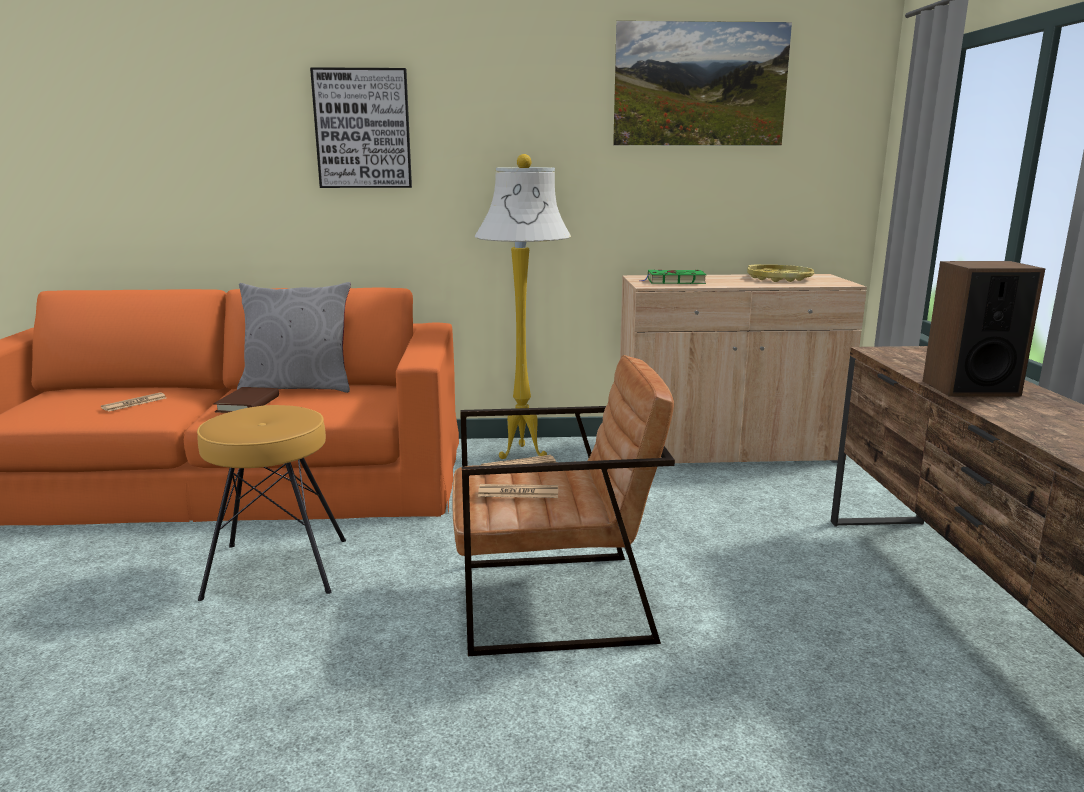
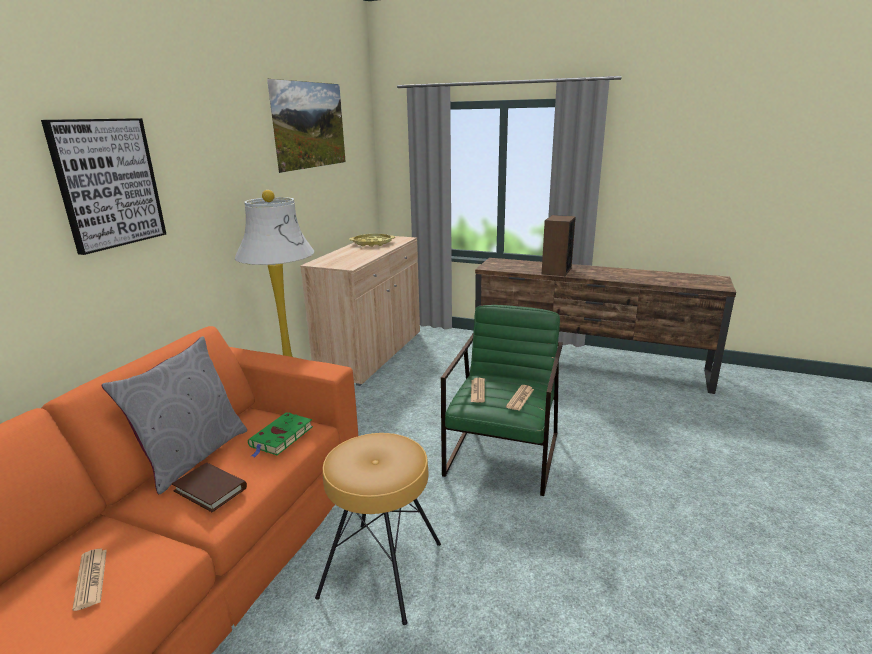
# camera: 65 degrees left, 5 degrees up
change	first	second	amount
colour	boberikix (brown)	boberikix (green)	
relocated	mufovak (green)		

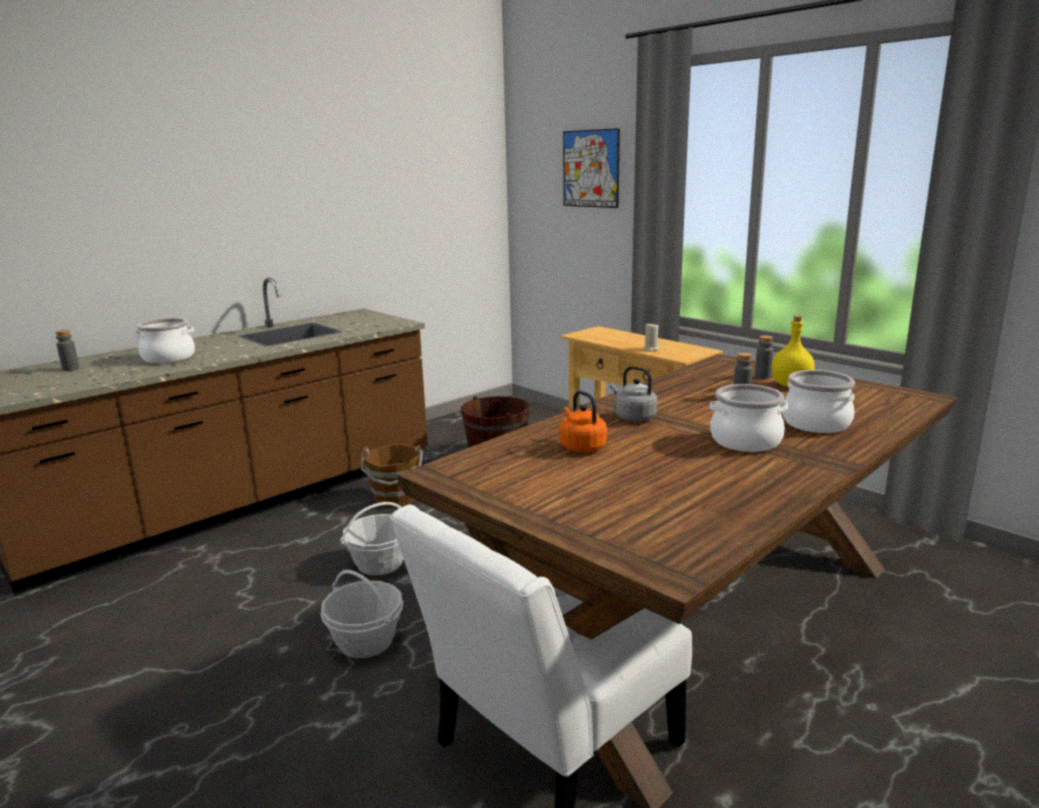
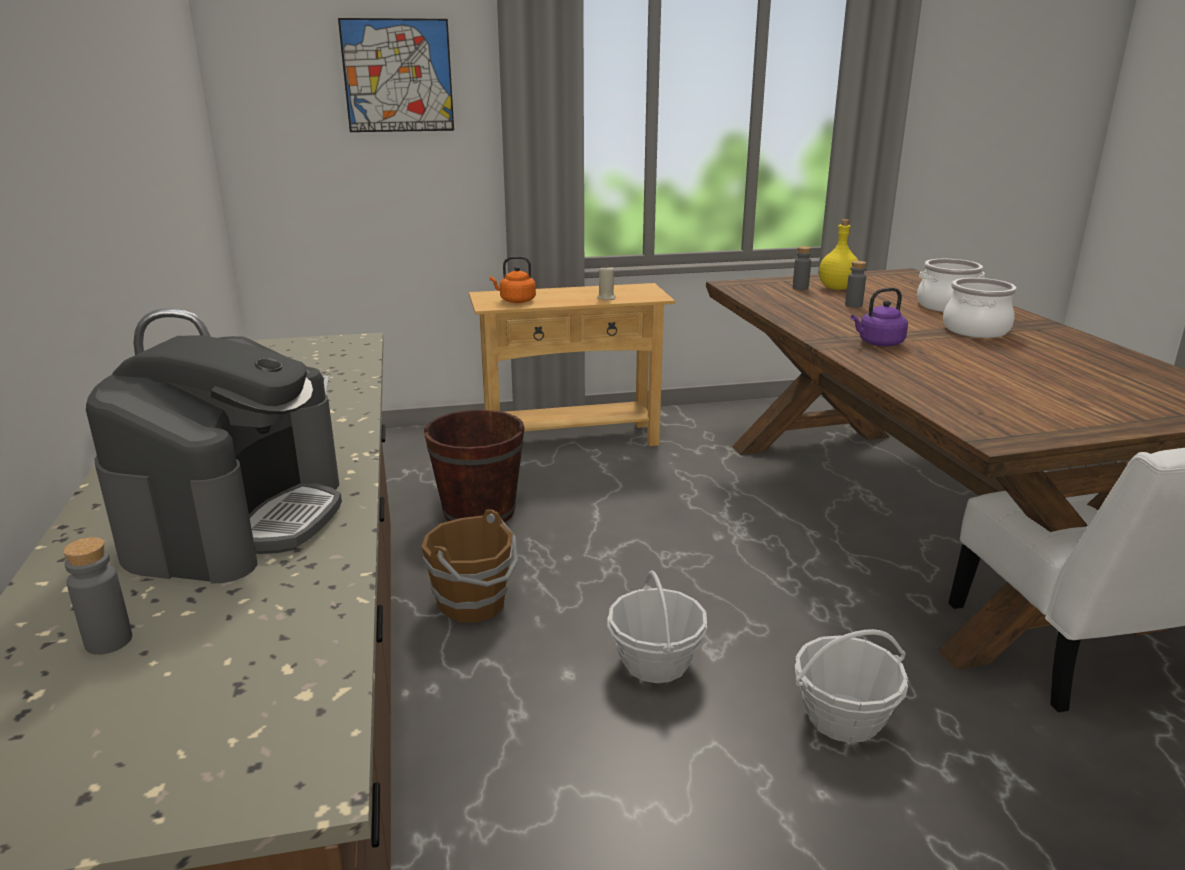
# camera: 60 degrees left, 5 degrees up
change	first	second	amount
exchanged	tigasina (no. 1 from left)	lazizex	
relocated	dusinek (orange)		
colour	dusinek (grey)	dusinek (purple)	

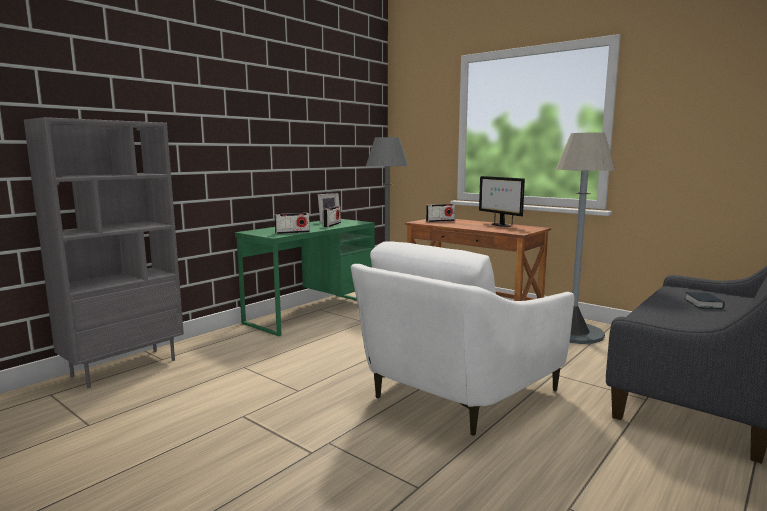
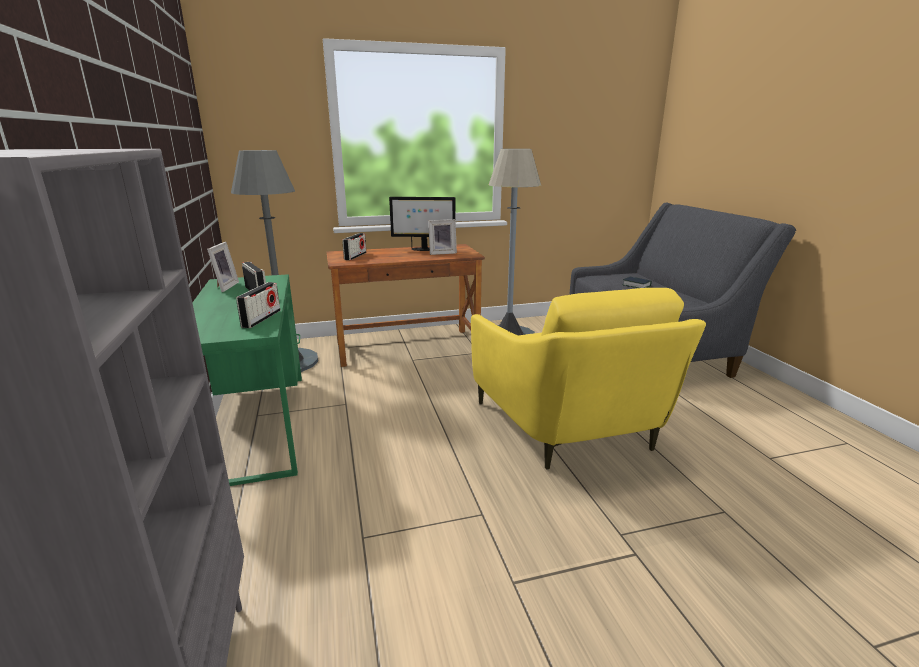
# camera: 55 degrees left, 10 degrees up
change	first	second	amount
colour	boberikix (white)	boberikix (yellow)	
appeared		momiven (no. 2 from left)	

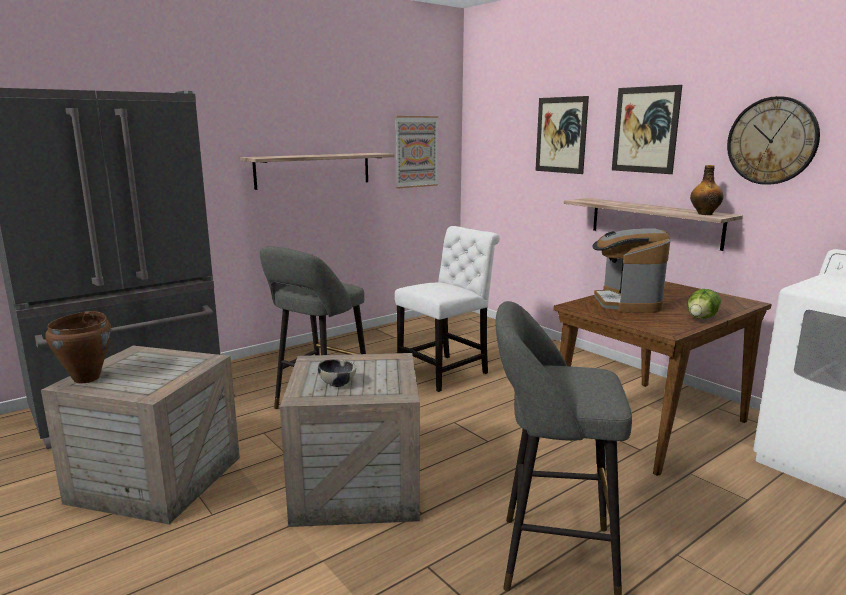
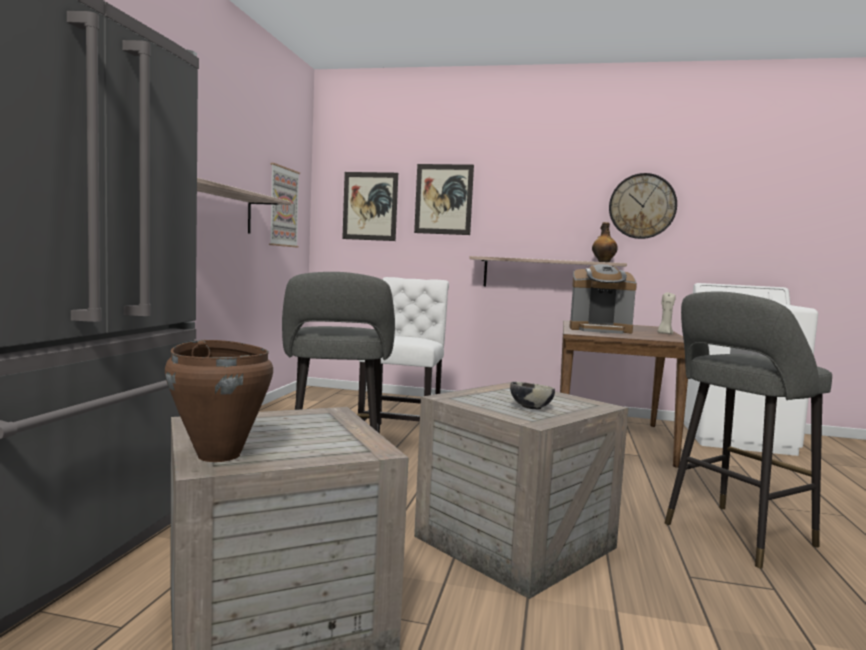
# camera: 40 degrees left, 10 degrees down
change	first	second	amount
spun	lazizex		45 degrees counterclockwise
relocated	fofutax (no. 3 from left in the first image)	fofutax (no. 2 from left)	
exchanged	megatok	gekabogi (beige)	

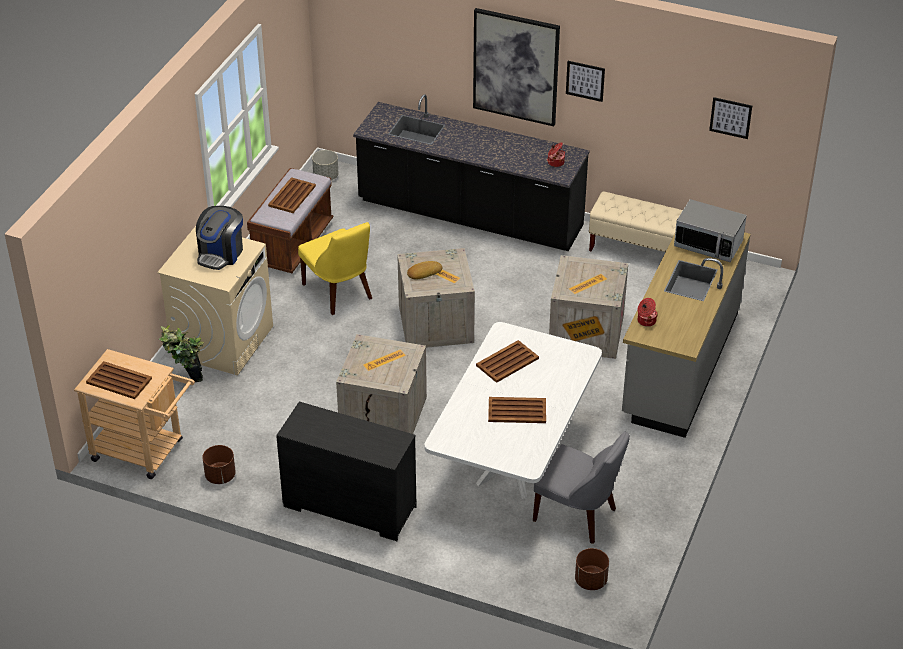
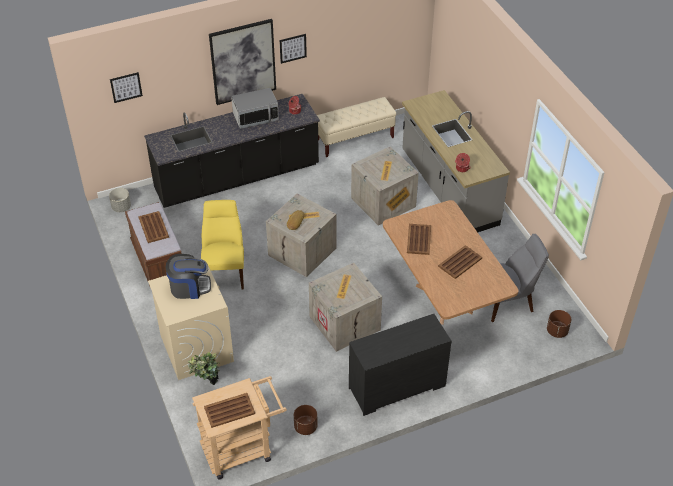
# camera: 45 degrees left, 5 degrees up
change	first	second	amount
spun	lazizex		75 degrees counterclockwise
spun	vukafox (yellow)		105 degrees counterclockwise
colour	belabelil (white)	belabelil (brown)	
relocated	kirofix		
relocated	fofutax (no. 3 from left in the first image)	fofutax (no. 1 from left)	

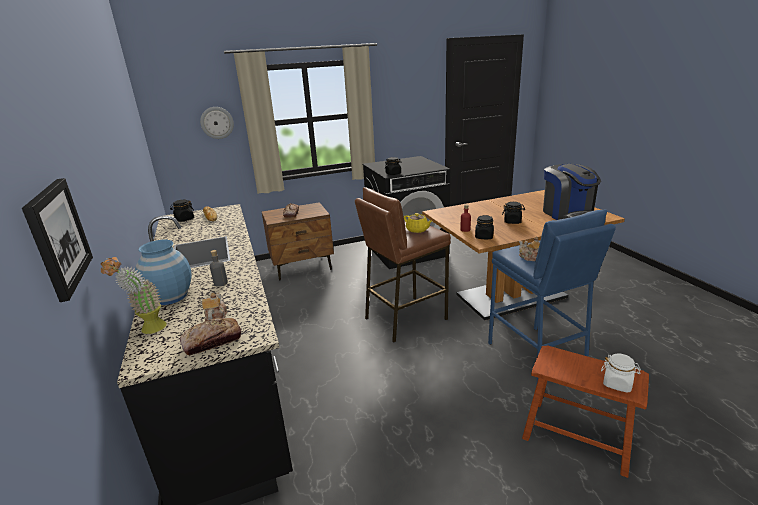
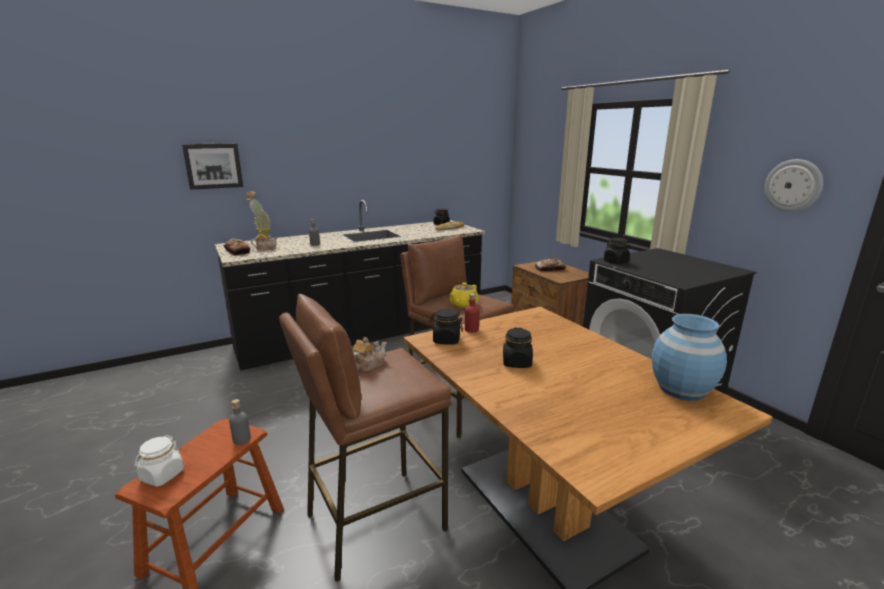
# camera: 80 degrees right, 5 degrees down
change	first	second	amount
relocated	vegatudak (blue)		
relocated	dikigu		
colour	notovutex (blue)	notovutex (brown) (no. 2 from left)	
missing	lazizex		
appeared		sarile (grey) (no. 1 from left)	

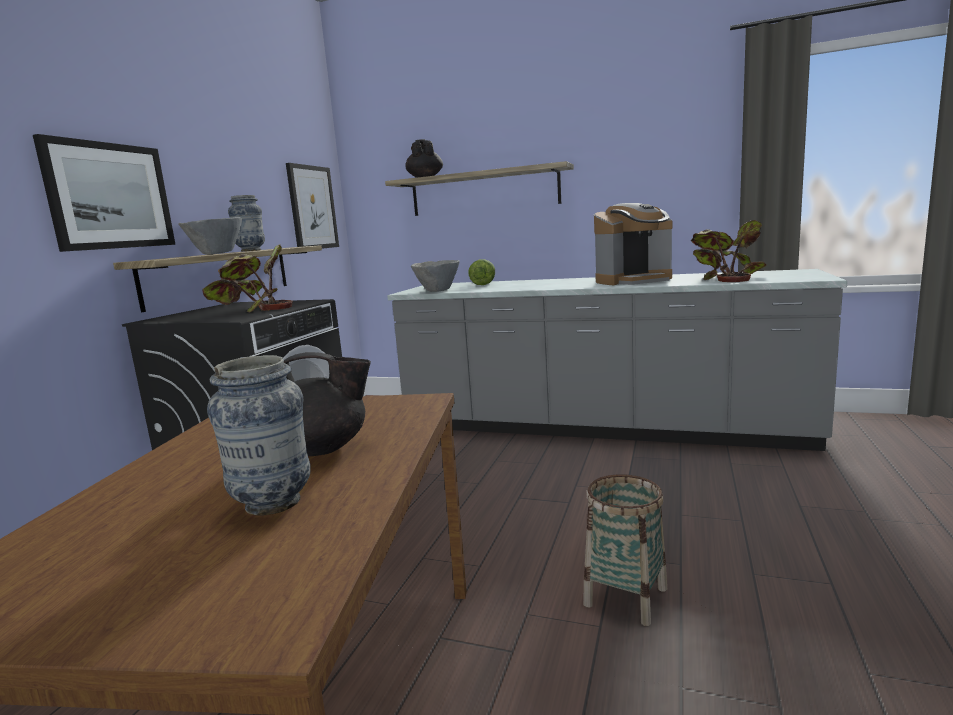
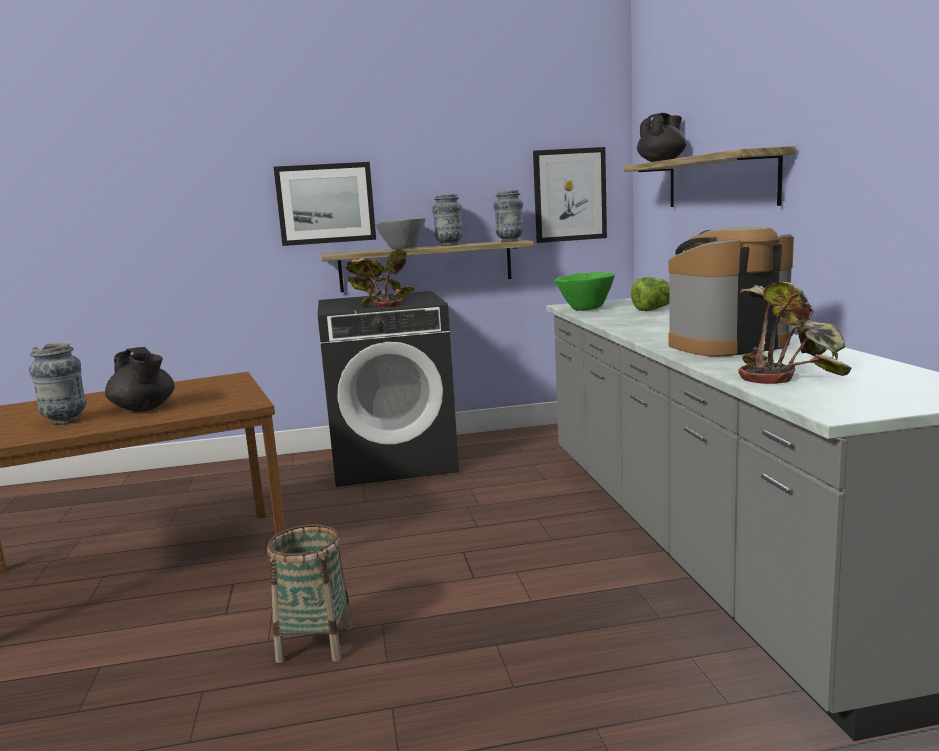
# camera: 60 degrees right, 0 degrees up
change	first	second	amount
colour	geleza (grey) (no. 2 from left)	geleza (green)	
spun	lazizex		120 degrees clockwise
appeared		vegatudak (no. 3 from left)	

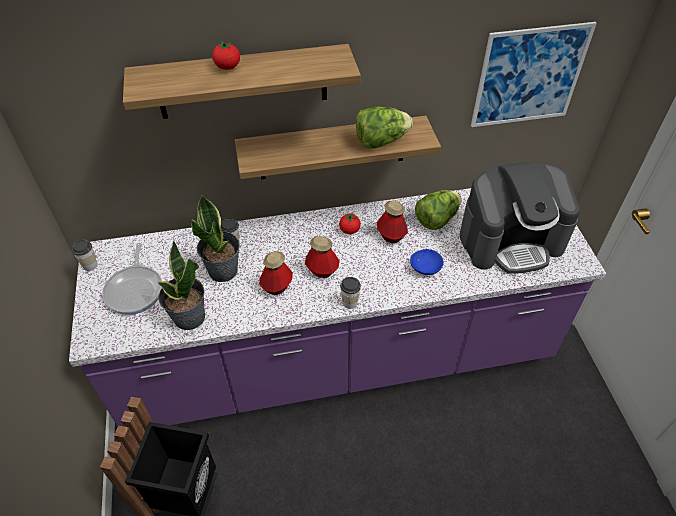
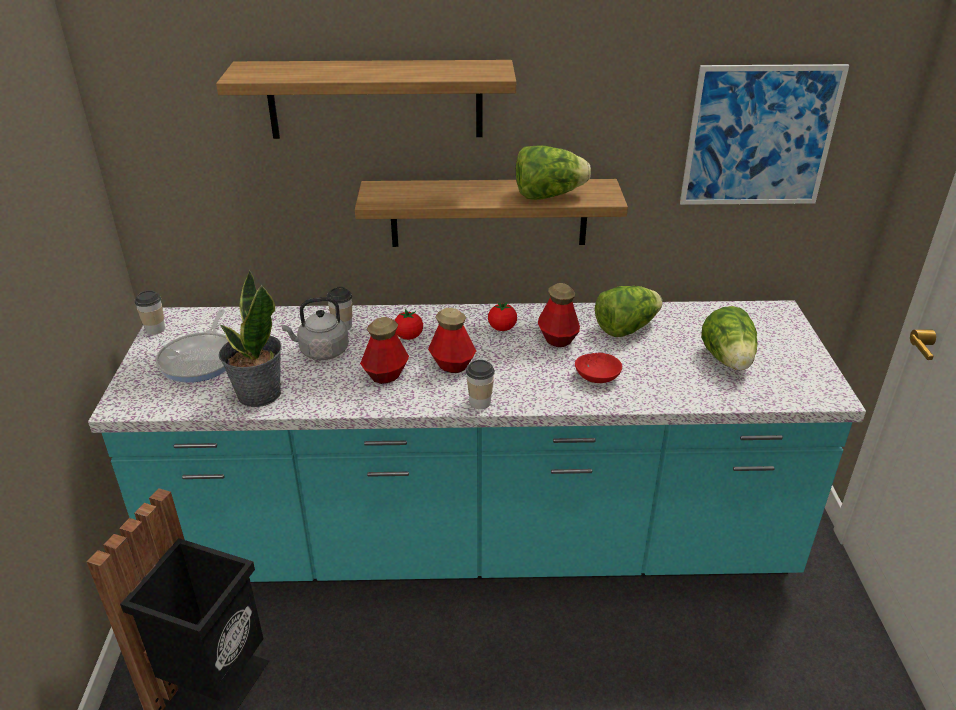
# camera: 10 degrees right, 15 degrees down
change	first	second	amount
colour	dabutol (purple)	dabutol (turquoise)	
exchanged	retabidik (no. 2 from left)	dusinek (grey)	
relocated	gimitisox (no. 1 from left)		
colour	geleza (blue)	geleza (red)	
exchanged	lazizex	megatok (no. 3 from left)	

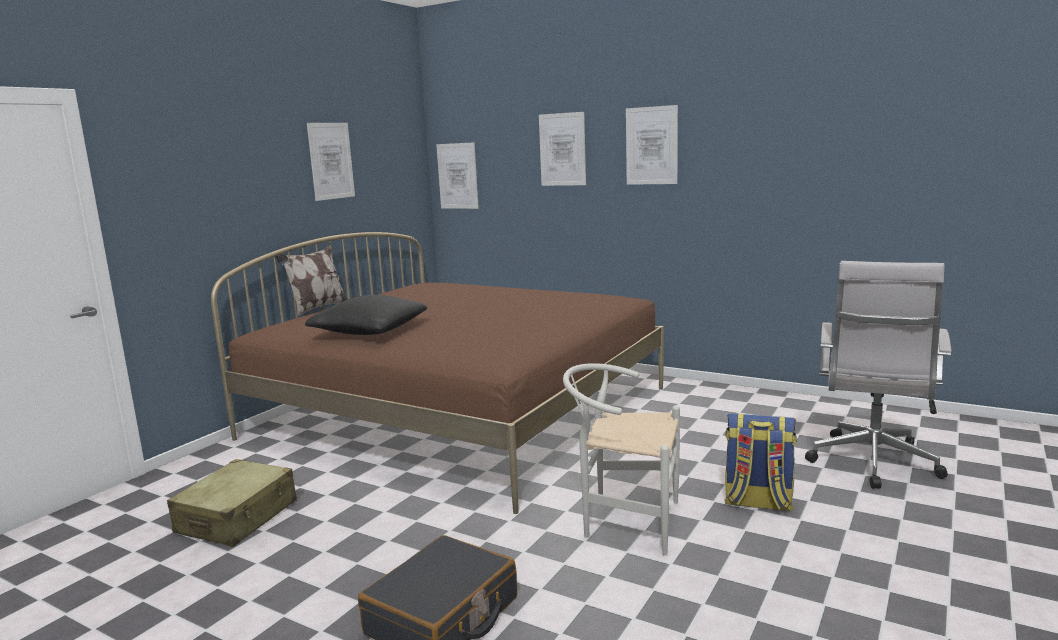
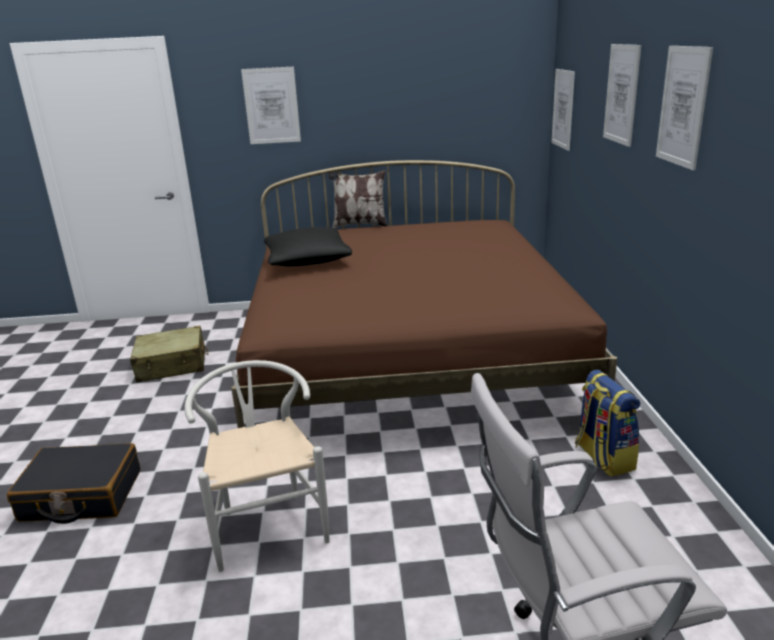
# camera: 55 degrees right, 10 degrees up
change	first	second	amount
relocated	fofutax (no. 1 from left)		
relocated	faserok		

